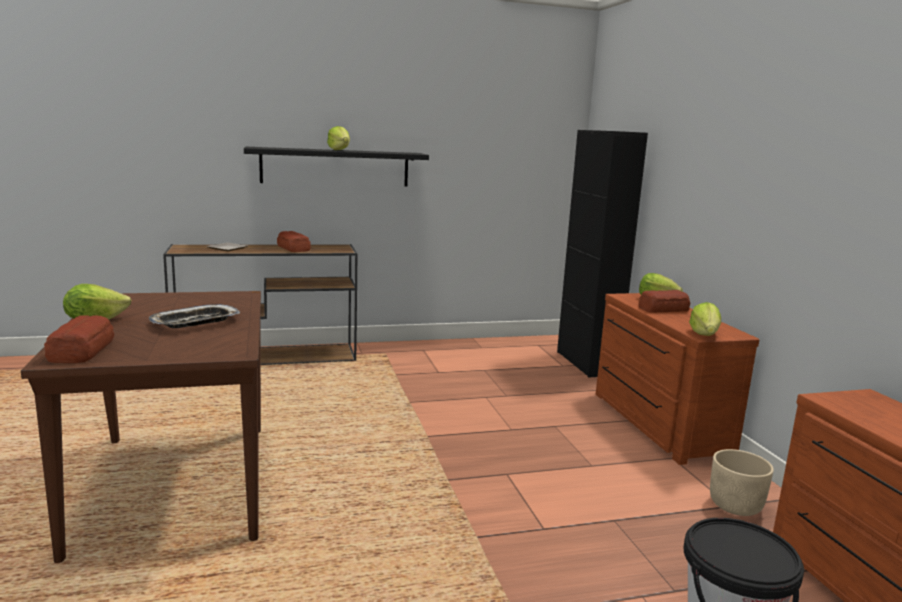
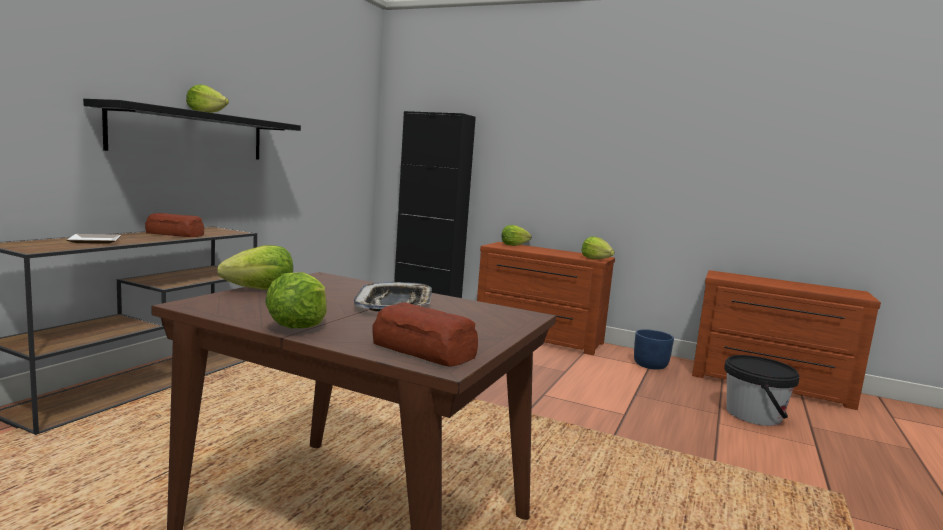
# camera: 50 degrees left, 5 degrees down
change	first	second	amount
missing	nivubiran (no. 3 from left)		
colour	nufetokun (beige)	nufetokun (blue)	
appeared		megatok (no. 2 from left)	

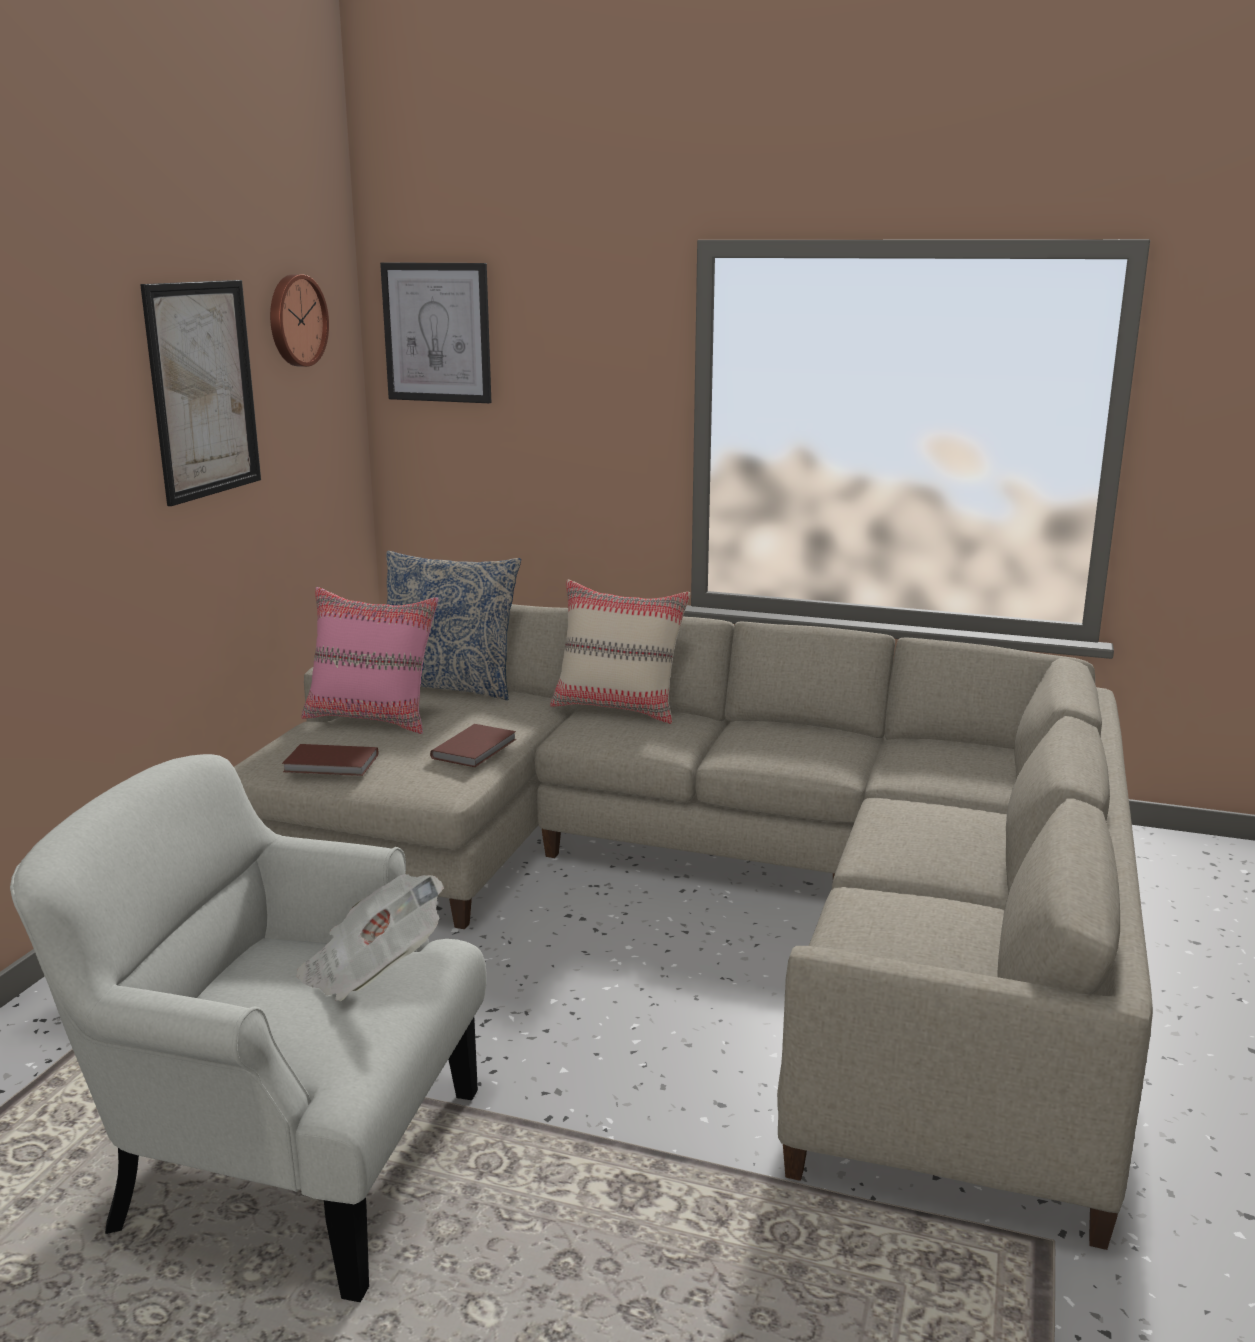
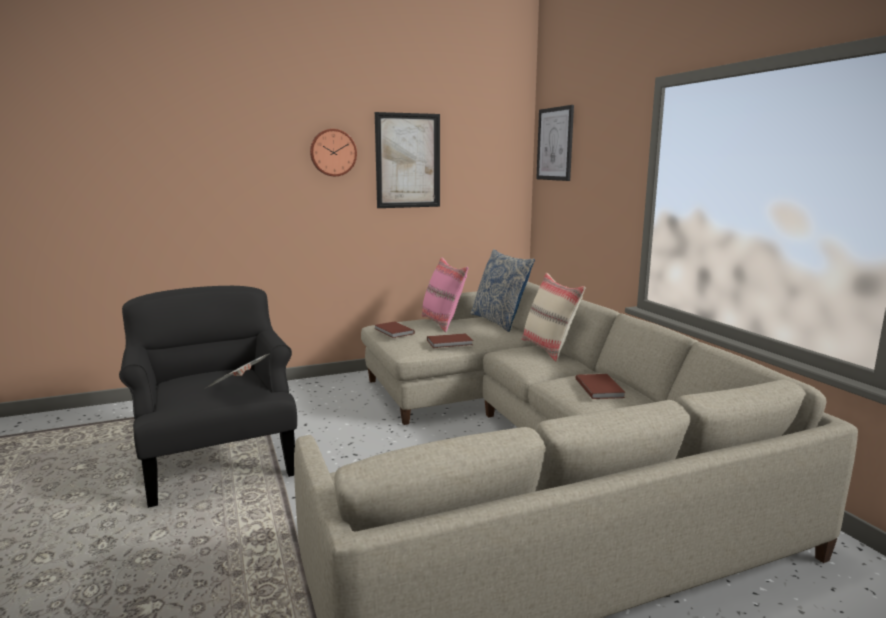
# camera: 50 degrees right, 5 degrees down
change	first	second	amount
colour	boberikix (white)	boberikix (black)	
relocated	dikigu		
appeared		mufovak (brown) (no. 3 from left)	

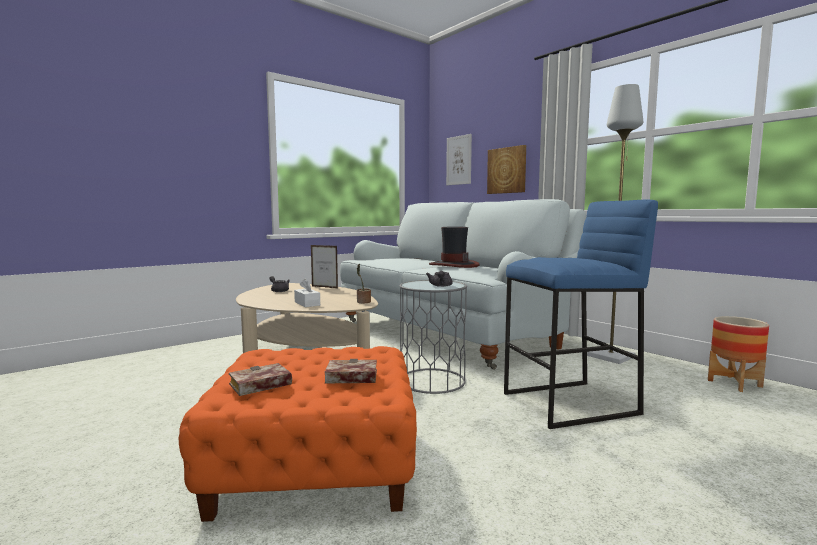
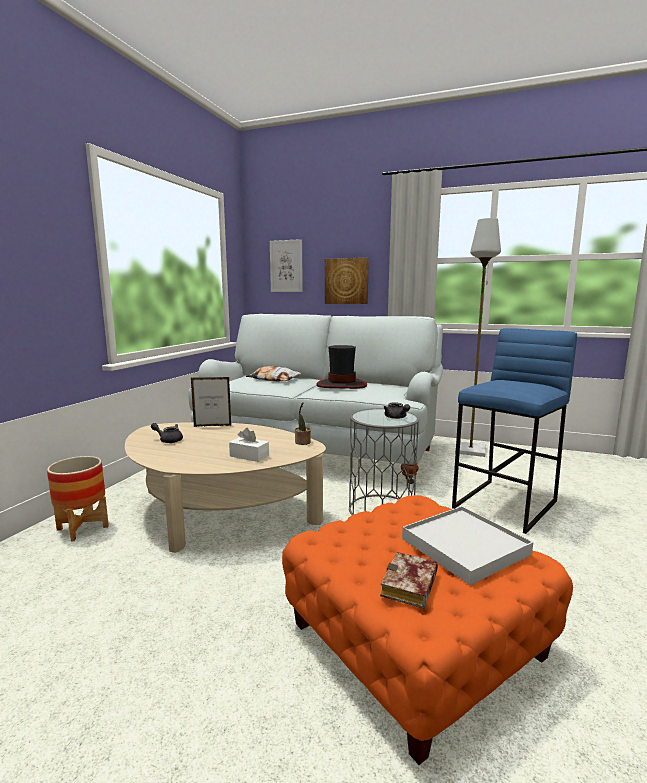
# camera: 30 degrees left, 5 degrees up
change	first	second	amount
exchanged	mufovak (no. 2 from left)	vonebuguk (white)	
relocated	nufetokun		
appeared		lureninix	

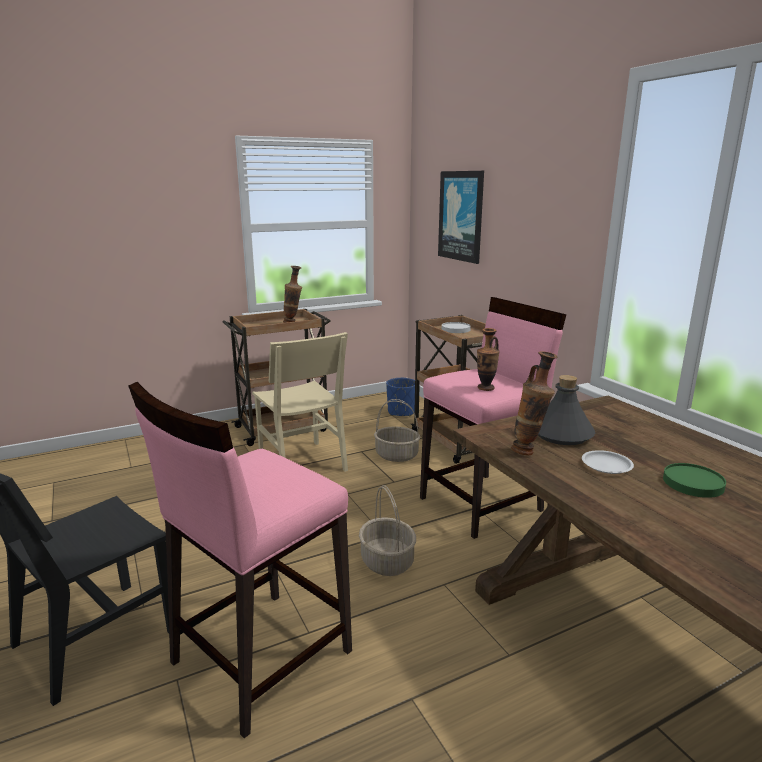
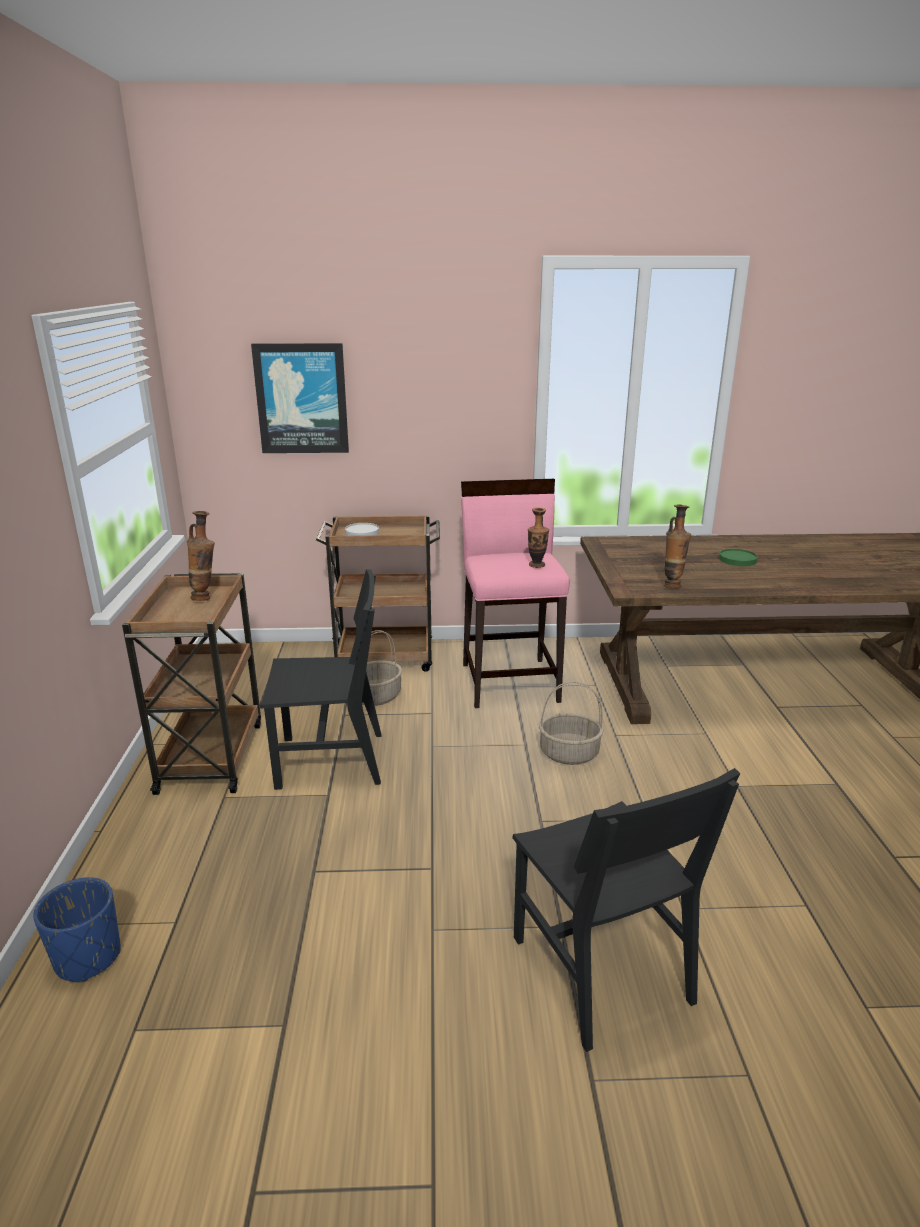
# camera: 65 degrees left, 5 degrees up
change	first	second	amount
missing	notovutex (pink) (no. 1 from left)		
colour	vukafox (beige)	vukafox (black) (no. 1 from left)	
relocated	nufetokun (blue)		
missing	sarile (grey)		
missing	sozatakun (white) (no. 2 from left)		

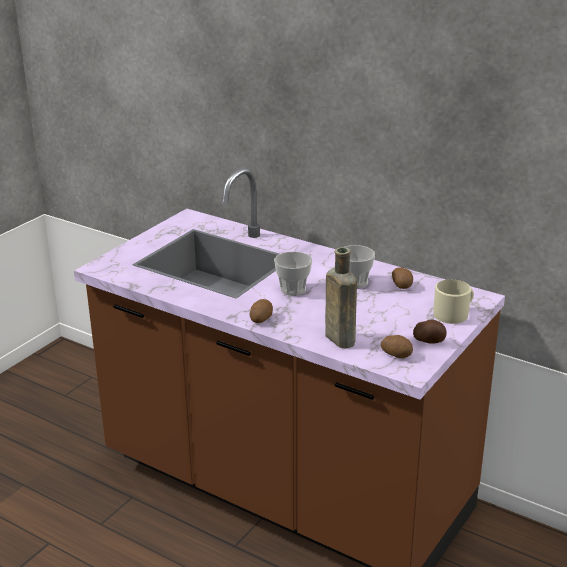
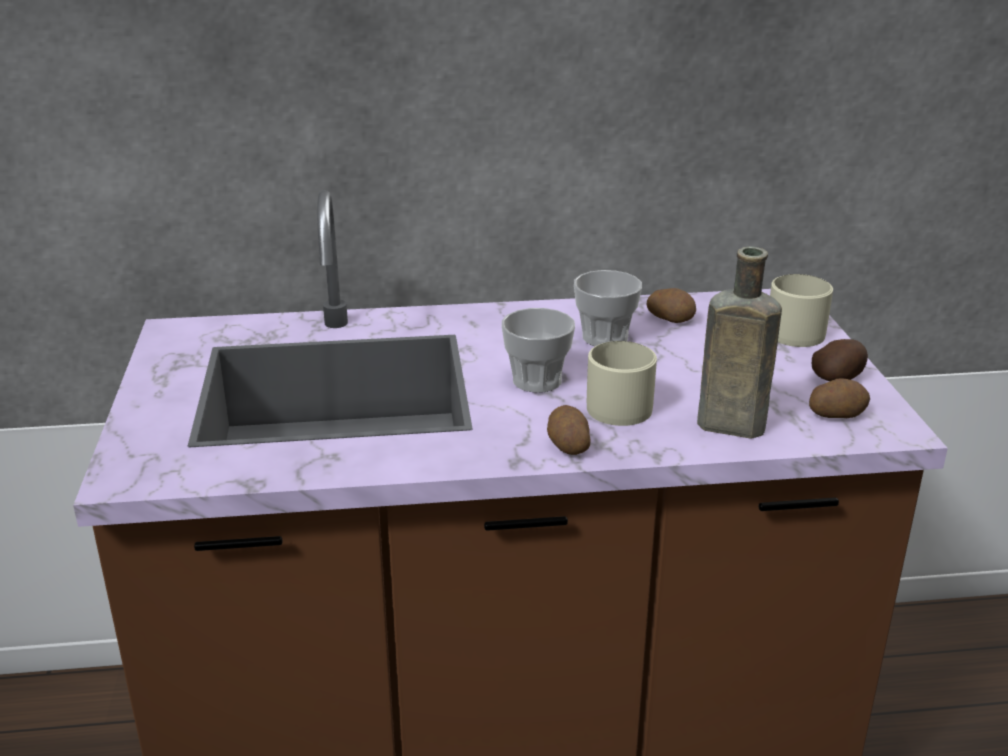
# camera: 40 degrees left, 0 degrees up
change	first	second	amount
appeared		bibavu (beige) (no. 1 from left)	

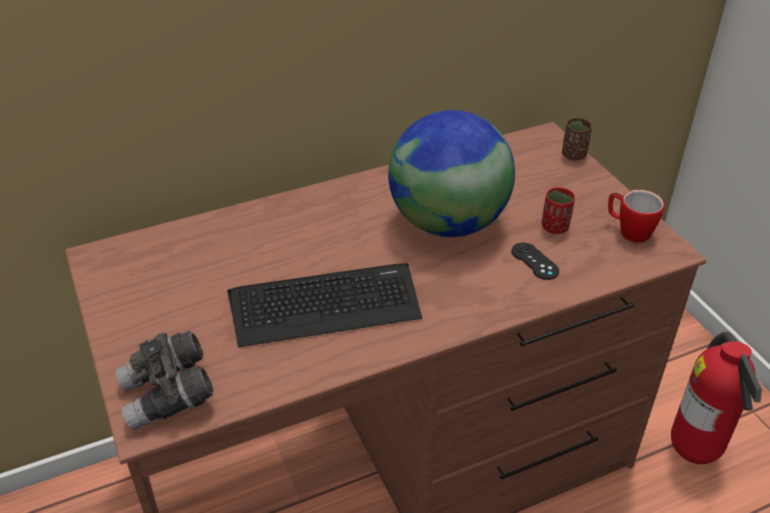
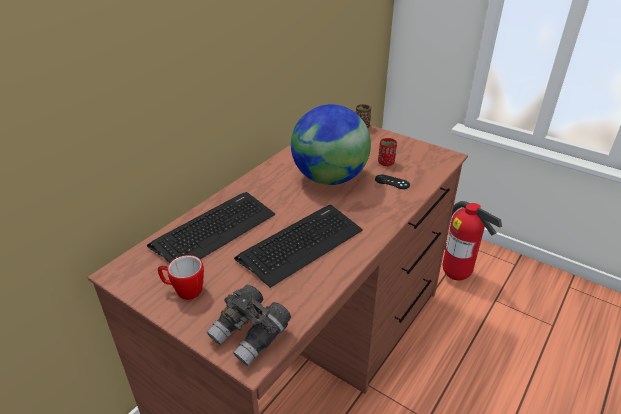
# camera: 30 degrees left, 5 degrees down
change	first	second	amount
relocated	bibavu		
appeared		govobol (no. 1 from left)	

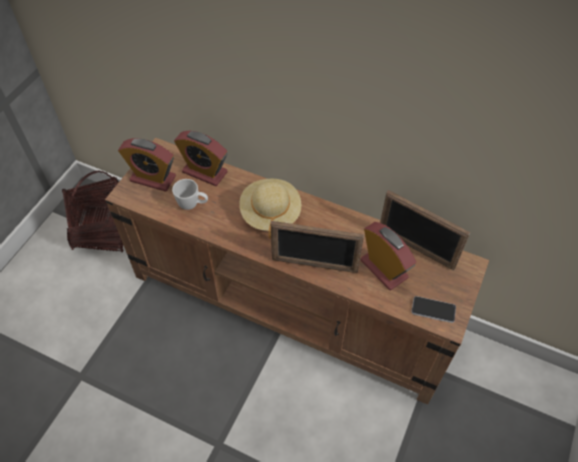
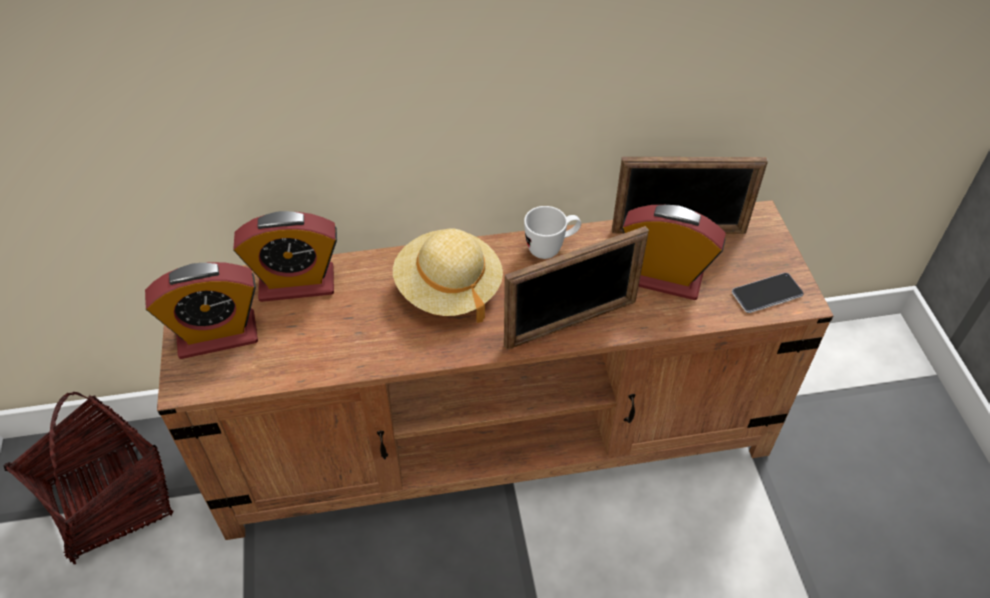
# camera: 35 degrees left, 5 degrees down
change	first	second	amount
relocated	bibavu (white)		

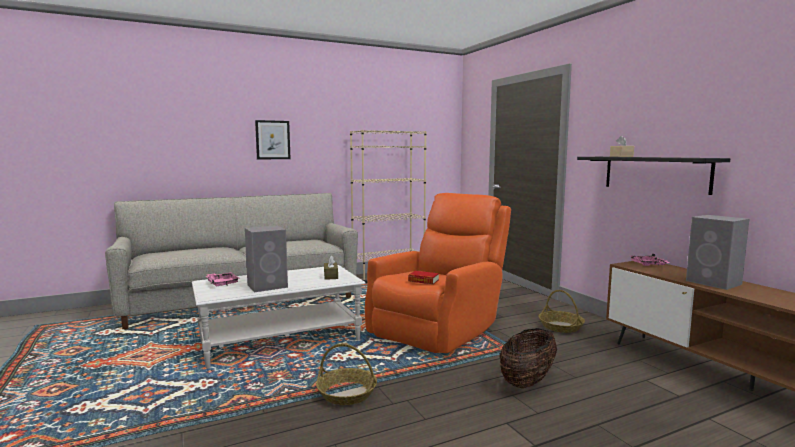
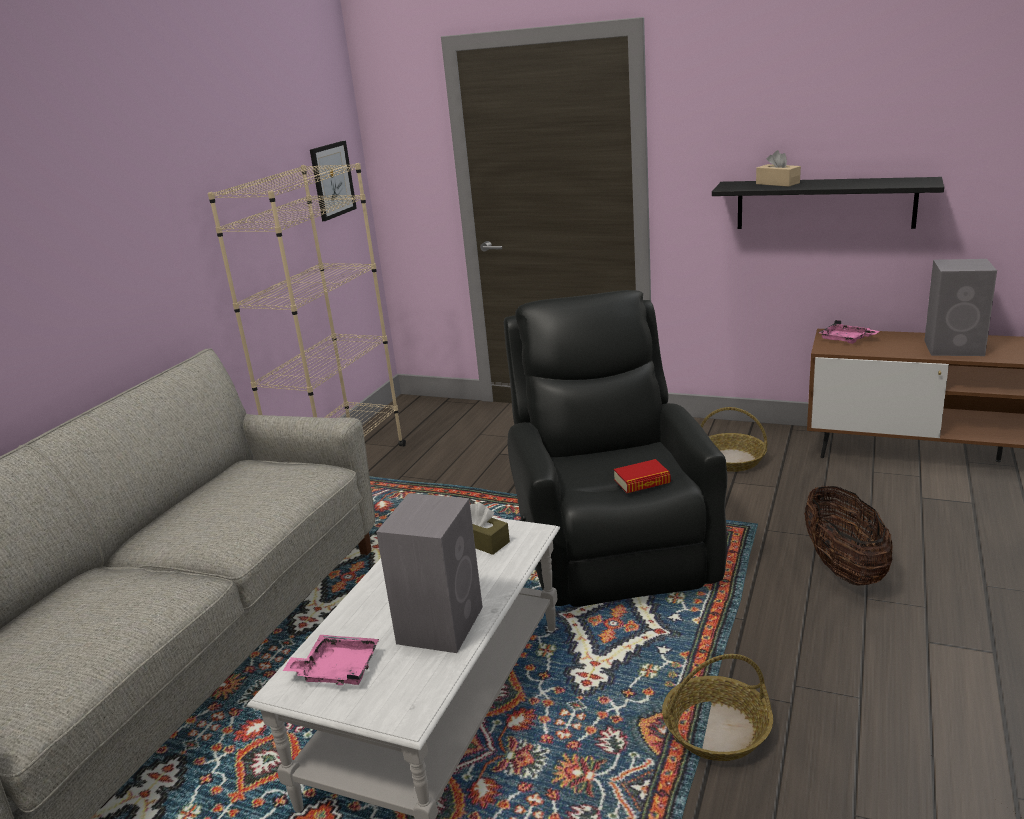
# camera: 40 degrees left, 15 degrees up
change	first	second	amount
relocated	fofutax		
colour	boberikix (orange)	boberikix (black)	

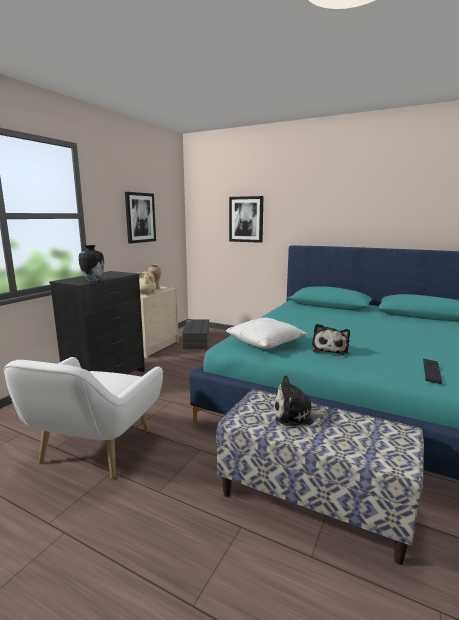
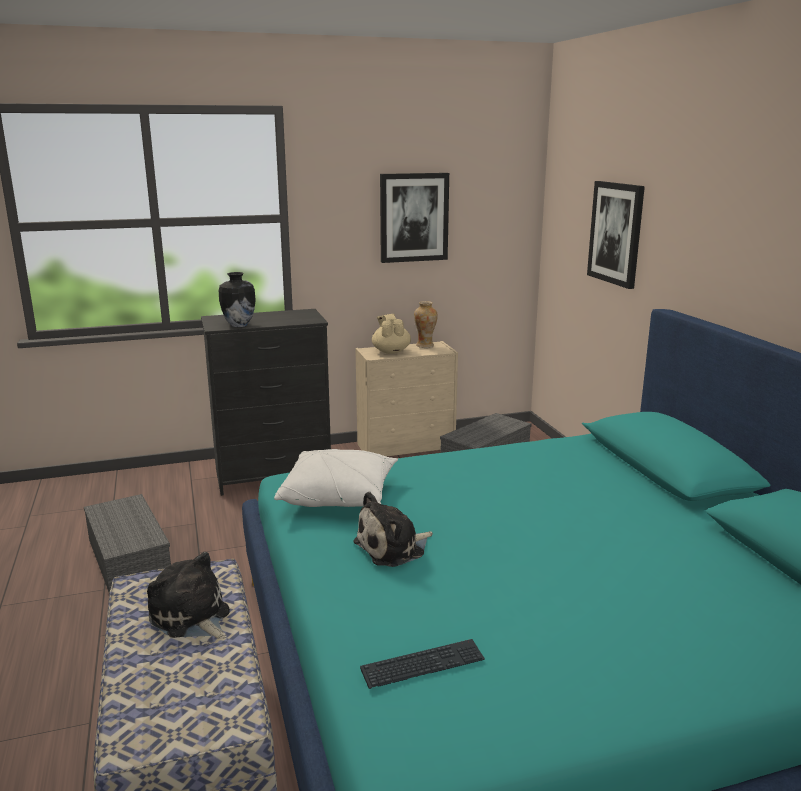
# camera: 45 degrees right, 5 degrees up
change	first	second	amount
exchanged	boberikix (white)	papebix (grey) (no. 1 from left)	

